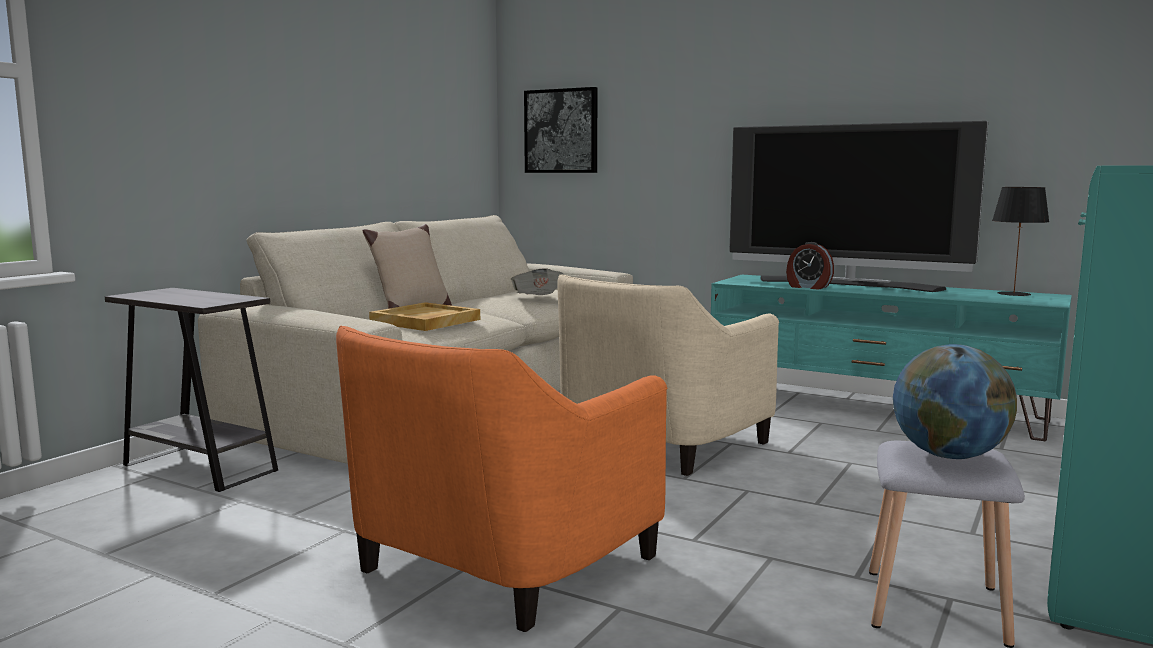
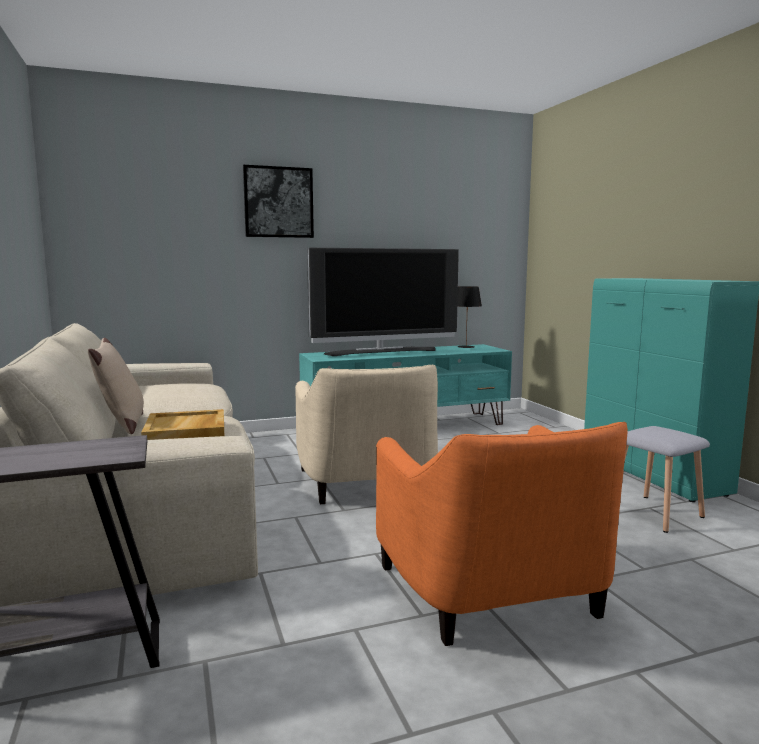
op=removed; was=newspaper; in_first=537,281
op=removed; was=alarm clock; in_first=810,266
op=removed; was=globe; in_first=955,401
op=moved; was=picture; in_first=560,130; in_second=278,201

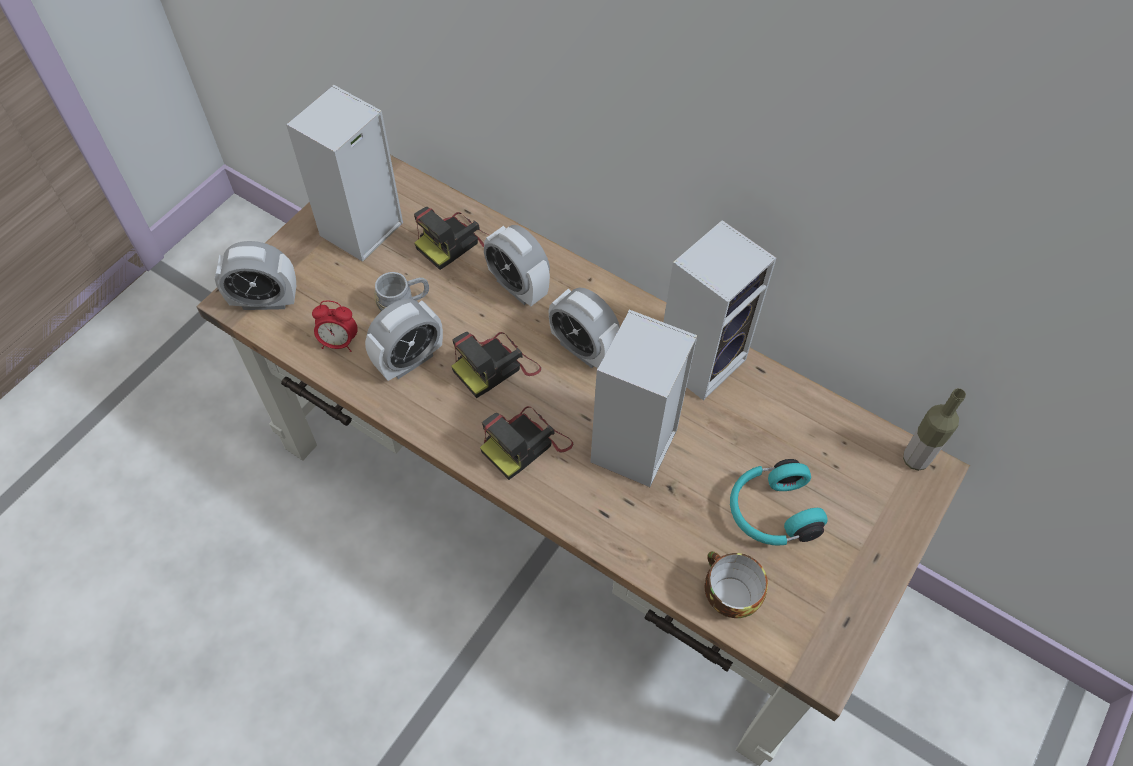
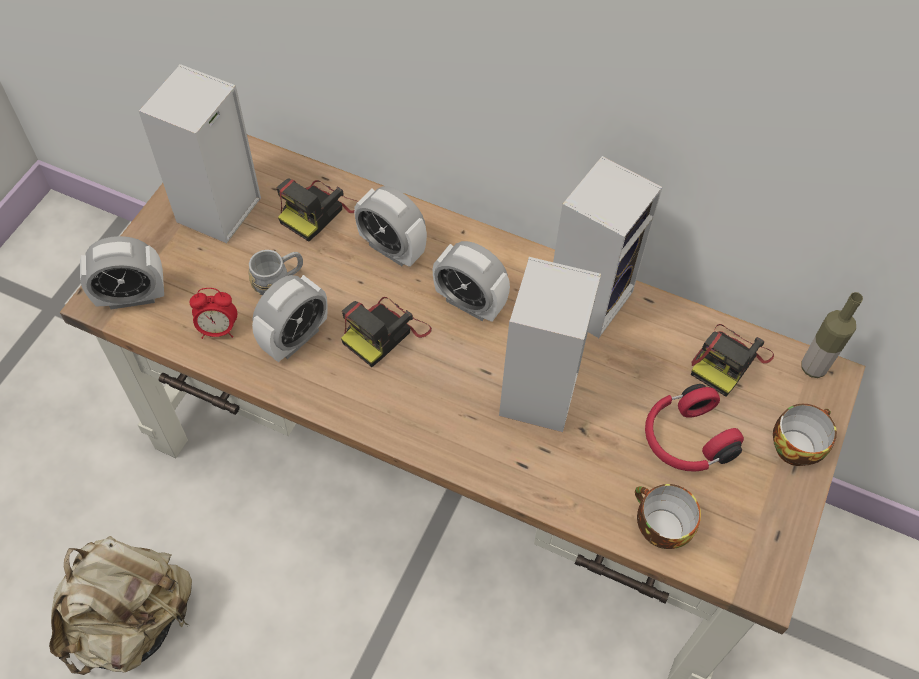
op=added; now=beige backpack; in_second=120,605
op=added; now=cup; in_second=805,435
op=moved; was=photo camera; in_first=526,443; in_second=732,360
op=recoloured; was=turquoise headphones; now=red headphones; in_first=779,502; in_second=694,428

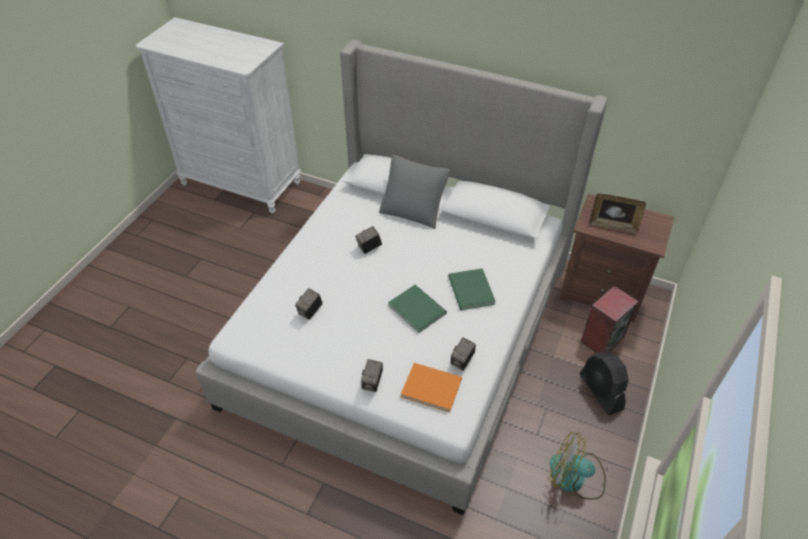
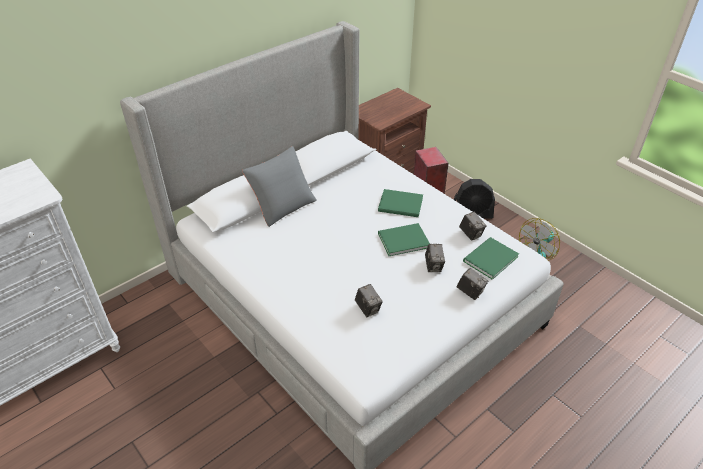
op=removed; was=picture frame; in_first=617,214
op=moved; was=photo camera; in_first=369,240; in_second=435,258
op=recoloured; was=orange book; now=green book; in_first=431,387; in_second=491,258

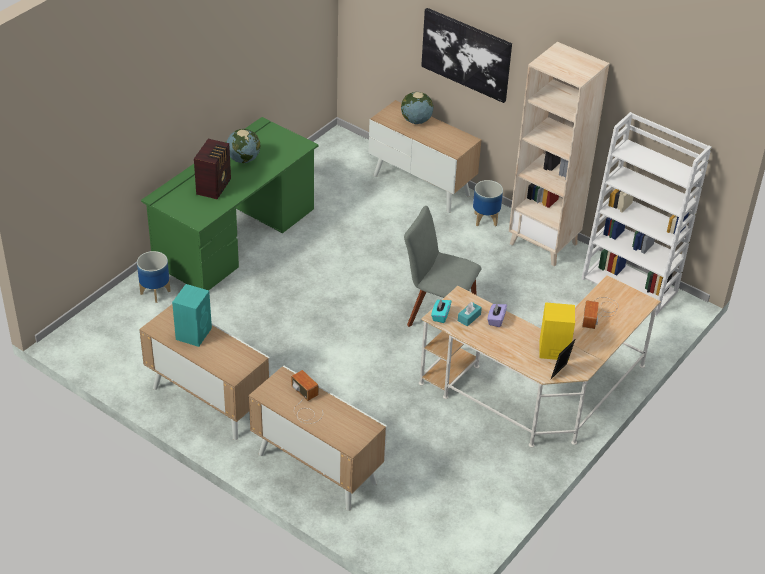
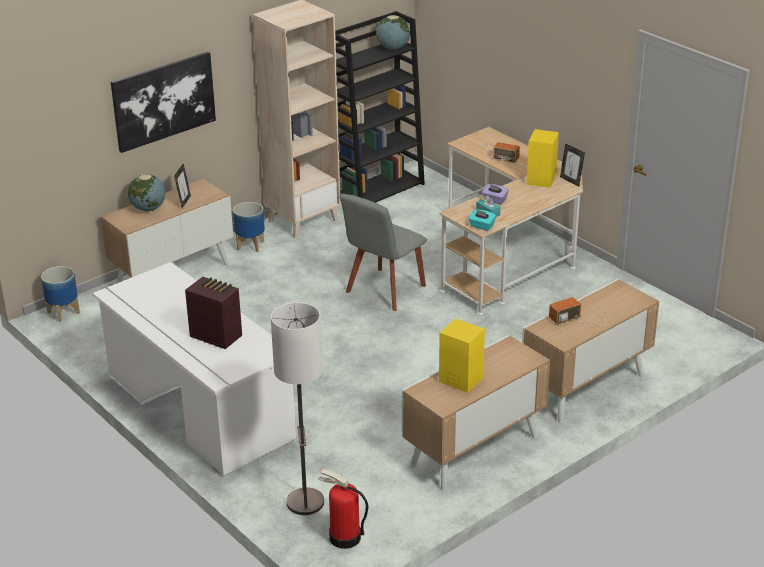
op=added; now=picture frame; in_second=182,185
op=added; now=floor lamp; in_second=297,408
op=added; now=fire extinguisher; in_second=343,509
op=moved; was=planter; in_first=154,277; in_second=60,294
op=moved; was=globe; in_first=243,146; in_second=393,32
op=recoloured; was=green desk; now=white desk; in_first=229,203; in_second=194,369
op=recoloured; was=turquoise speaker; now=yellow speaker; in_first=192,315; in_second=462,356
op=recoloured; was=white bookcase; now=black bookcase; in_first=646,214; in_second=380,107

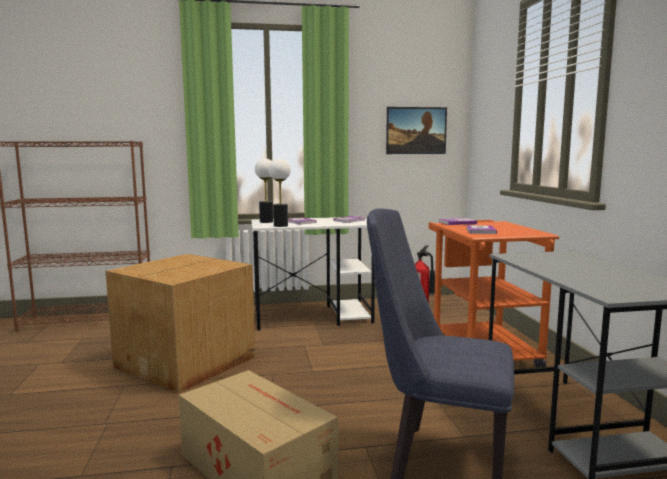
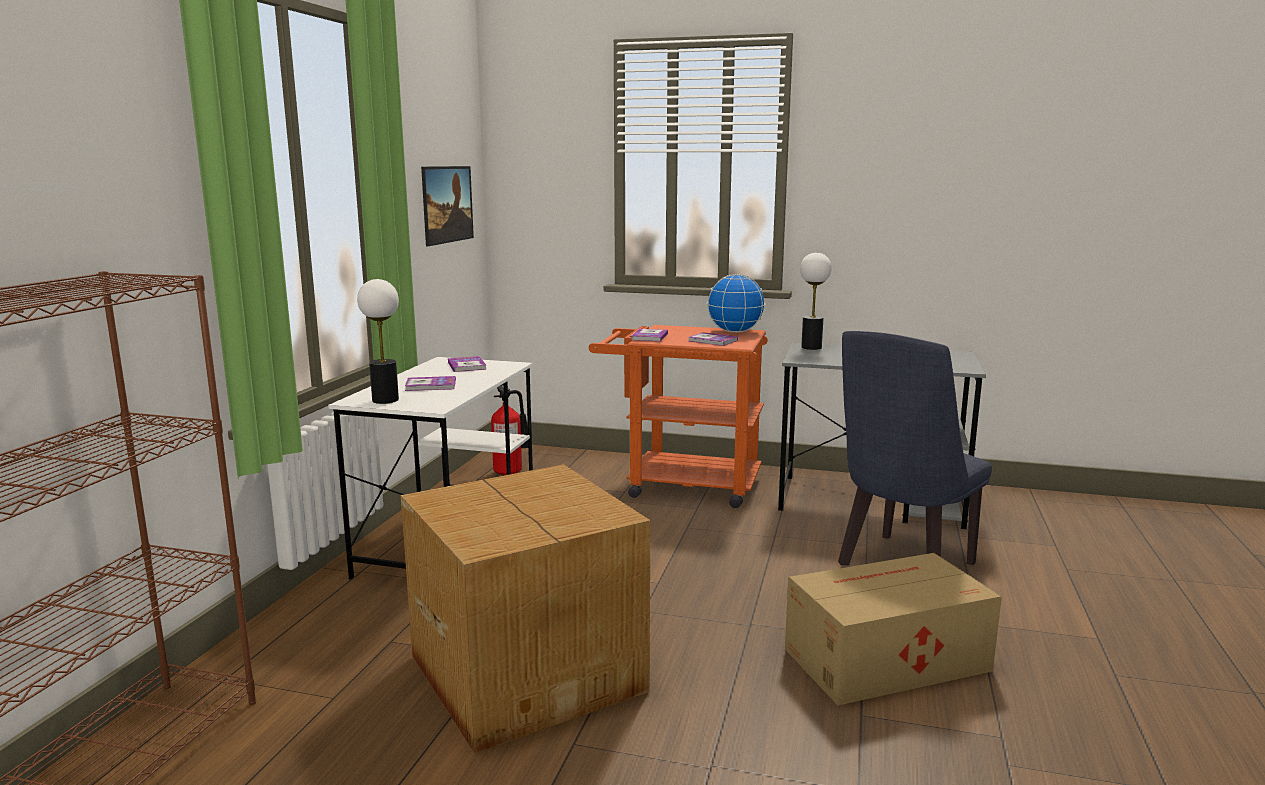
op=added; now=globe; in_second=736,303
op=moved; was=table lamp; in_first=280,193; in_second=816,301

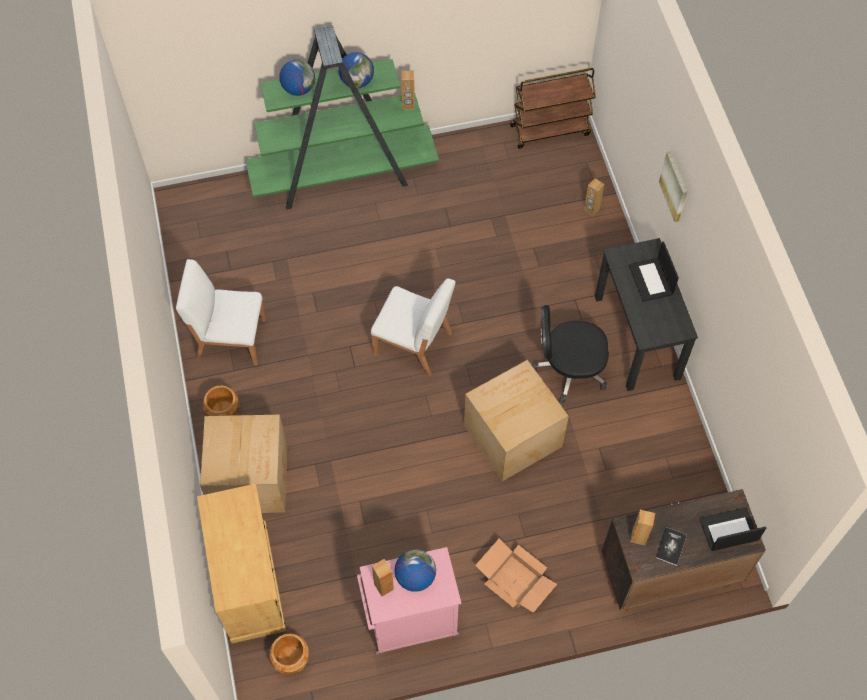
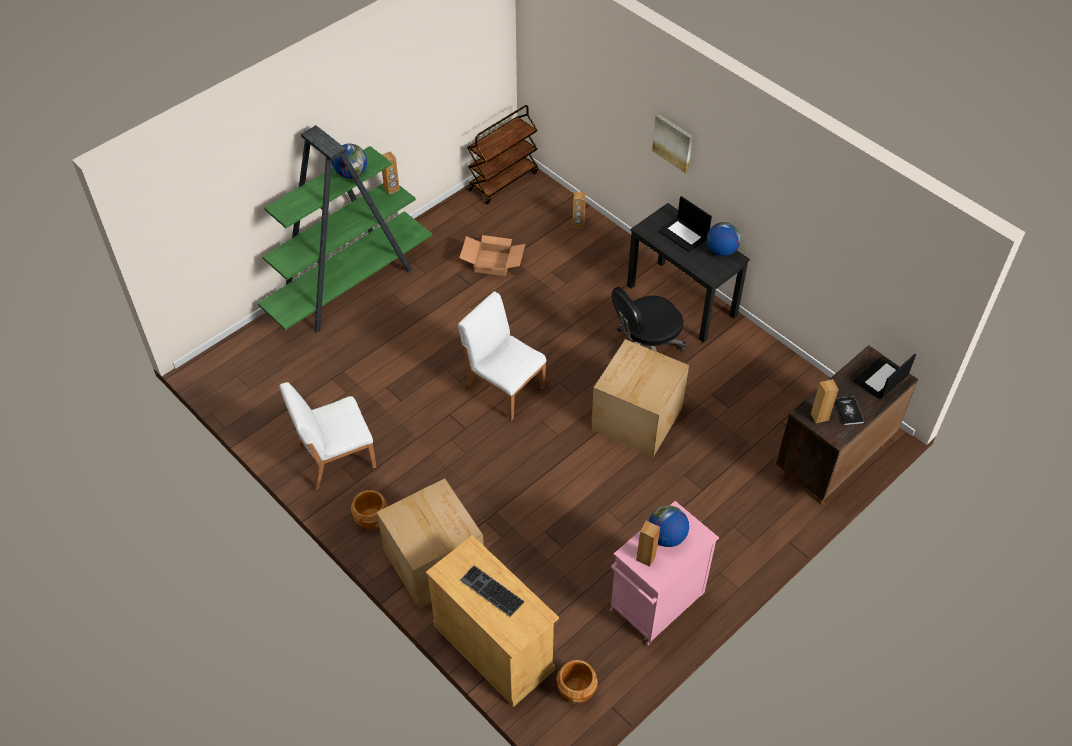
op=added; now=keyboard; in_second=492,591
op=moved; was=globe; in_first=297,77; in_second=724,239
op=moved; was=cardboard box; in_first=516,575; in_second=492,255
op=turned; was=white chair; in_first=413,327; in_second=502,356; clockwise=-135

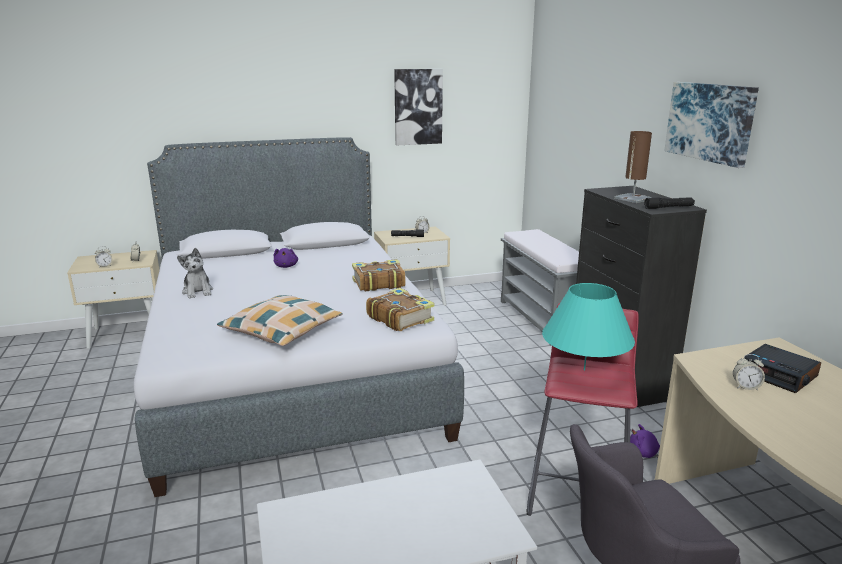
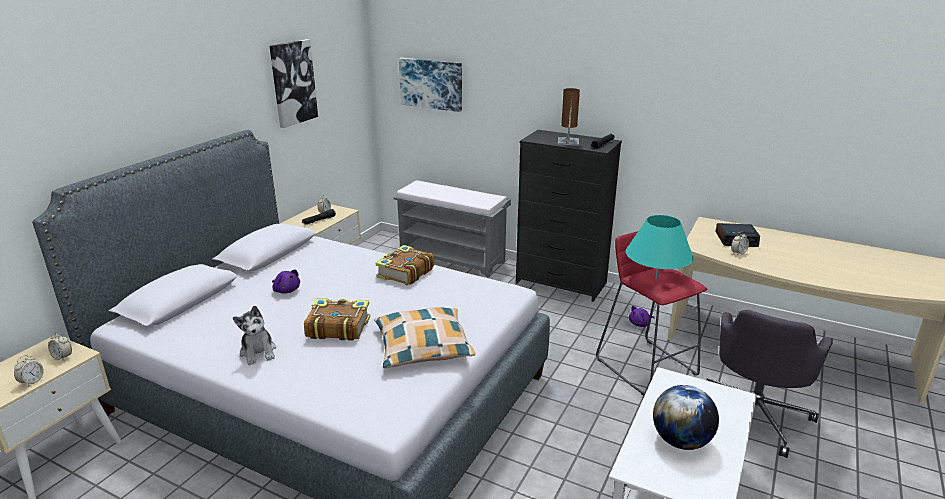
op=added; now=globe; in_second=686,417
op=moved; was=book; in_first=400,309; in_second=337,319
op=moved; was=picture; in_first=711,125; in_second=430,85
op=turned; was=plush toy; in_first=195,273; in_second=254,335; clockwise=45

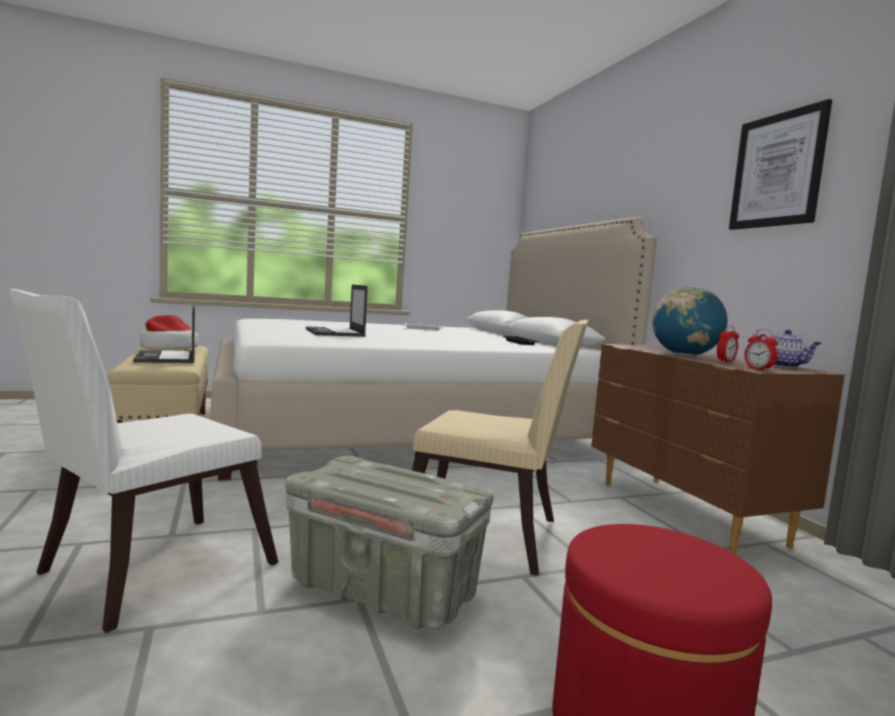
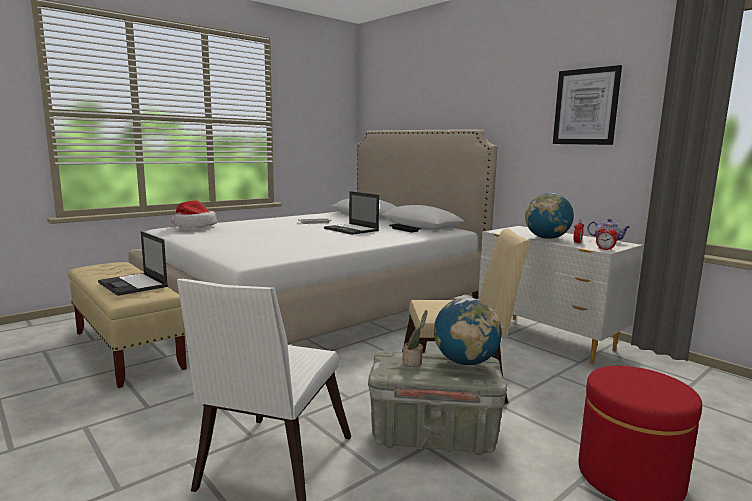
op=added; now=potted plant; in_second=415,338
op=added; now=globe; in_second=468,331
op=moved; was=hat; in_first=168,332; in_second=194,214
op=moved; was=laptop; in_first=337,311; in_second=351,213
op=recoloured; was=brown dresser; now=white dresser; in_first=718,449; in_second=560,295

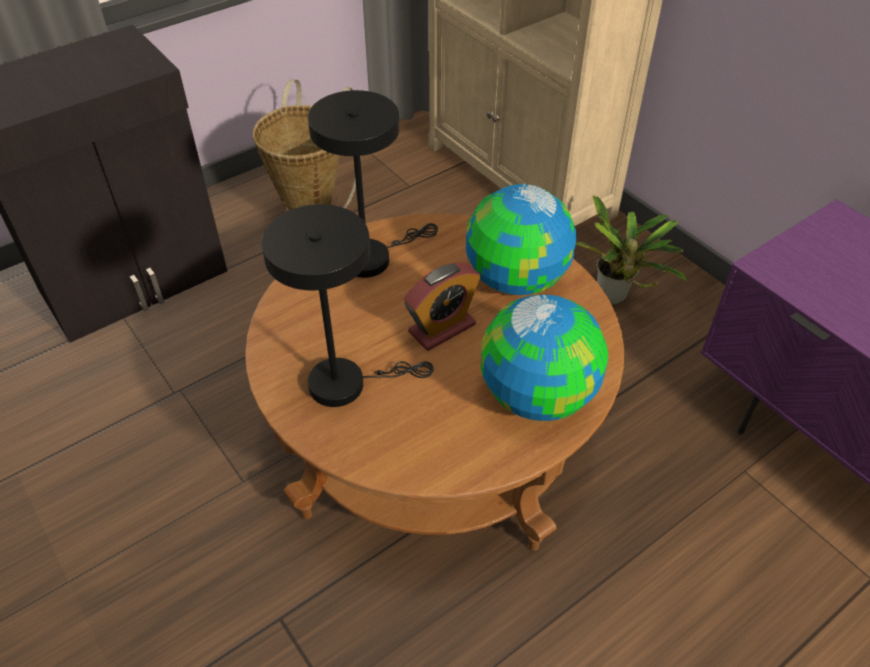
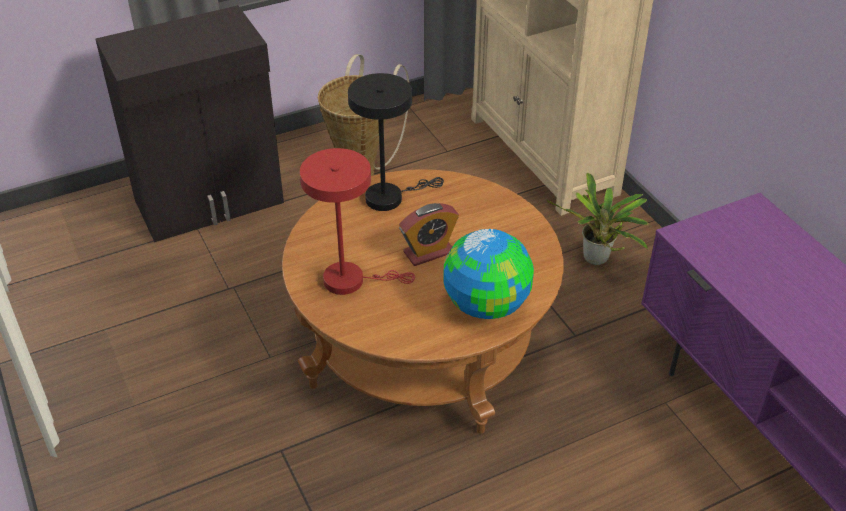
op=removed; was=globe; in_first=521,239
op=recoloured; was=black table lamp; now=red table lamp; in_first=347,305; in_second=357,221

